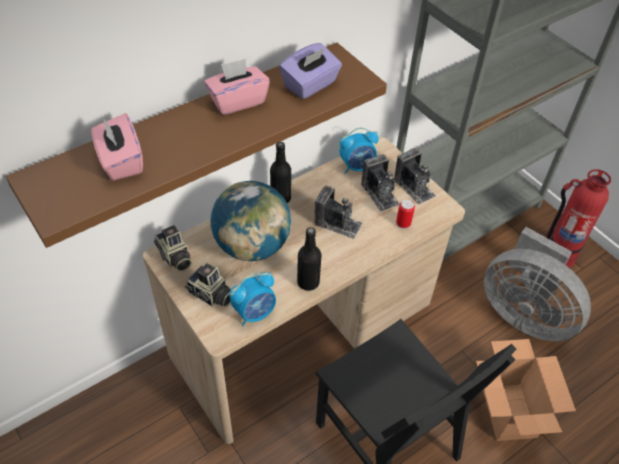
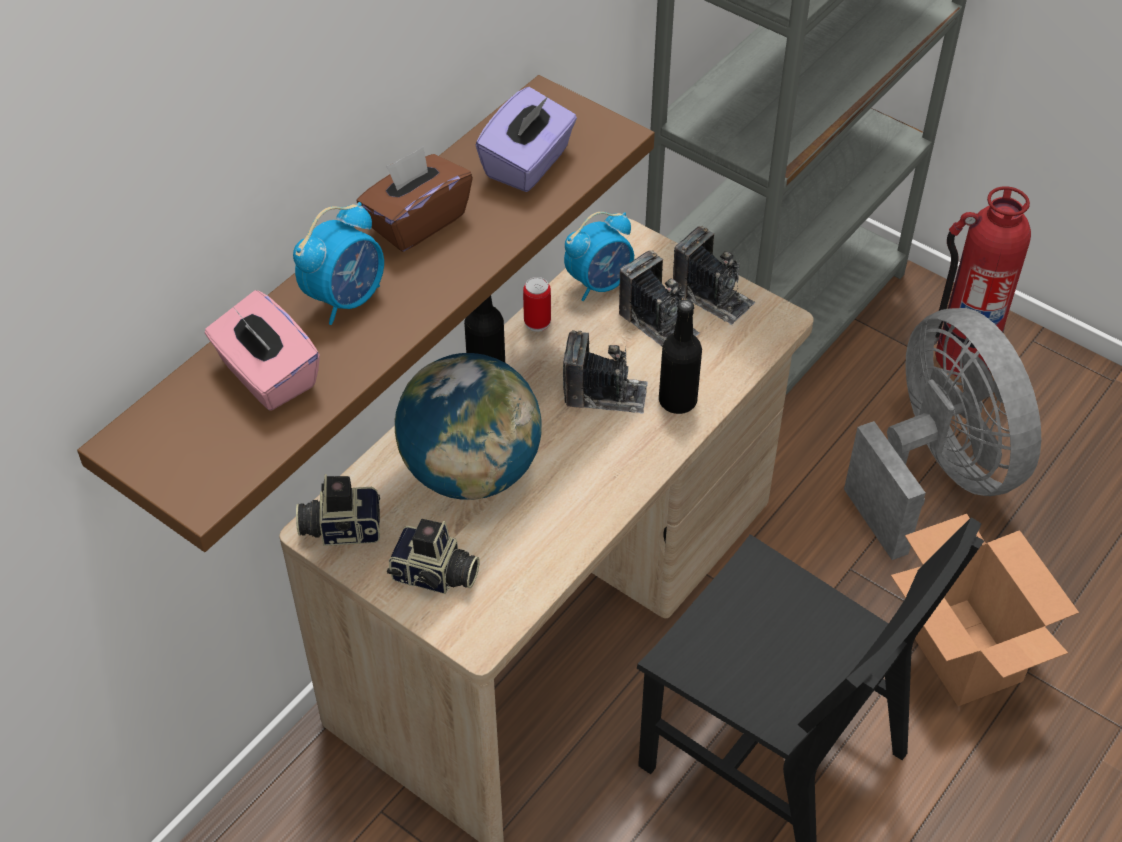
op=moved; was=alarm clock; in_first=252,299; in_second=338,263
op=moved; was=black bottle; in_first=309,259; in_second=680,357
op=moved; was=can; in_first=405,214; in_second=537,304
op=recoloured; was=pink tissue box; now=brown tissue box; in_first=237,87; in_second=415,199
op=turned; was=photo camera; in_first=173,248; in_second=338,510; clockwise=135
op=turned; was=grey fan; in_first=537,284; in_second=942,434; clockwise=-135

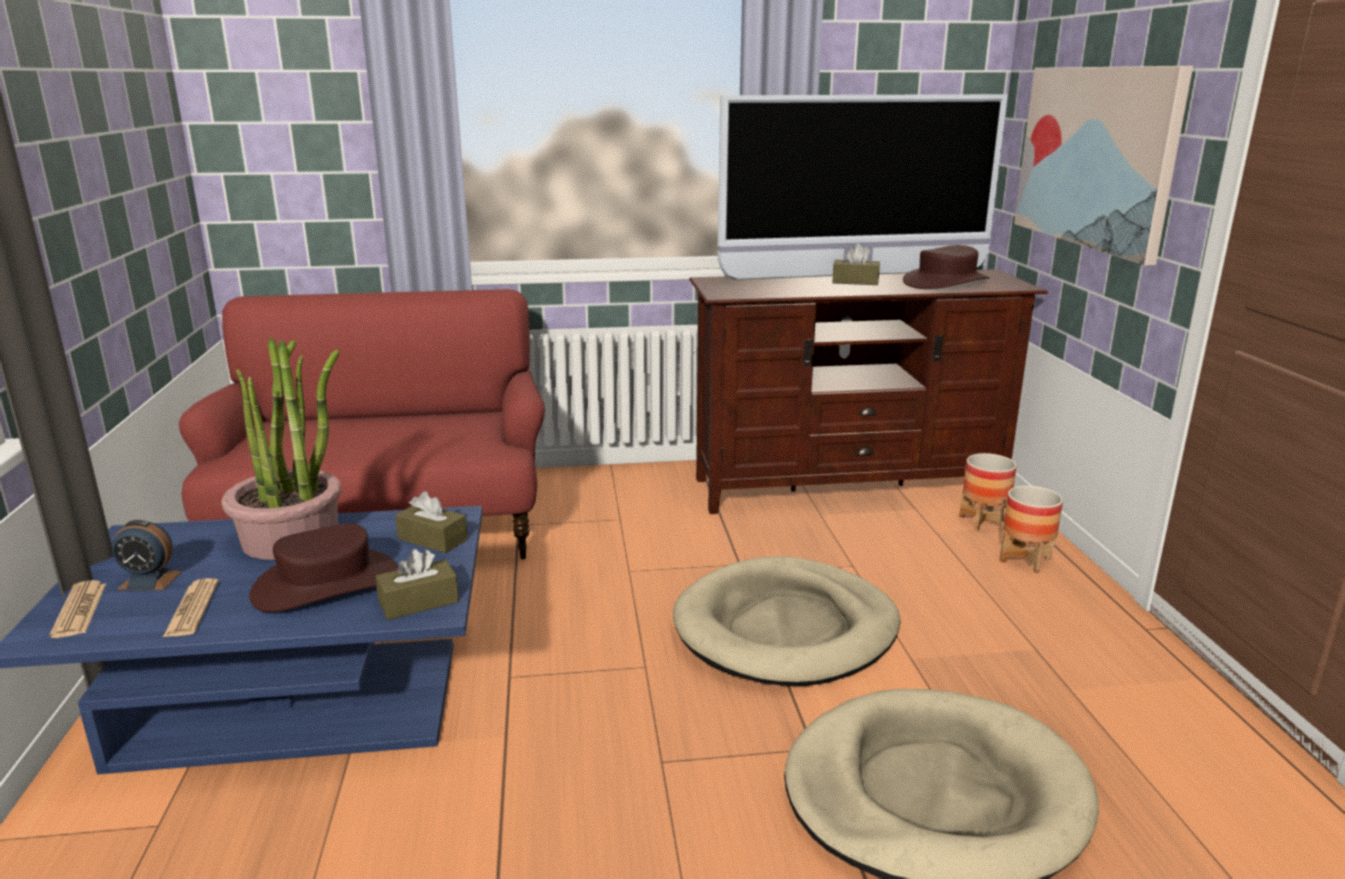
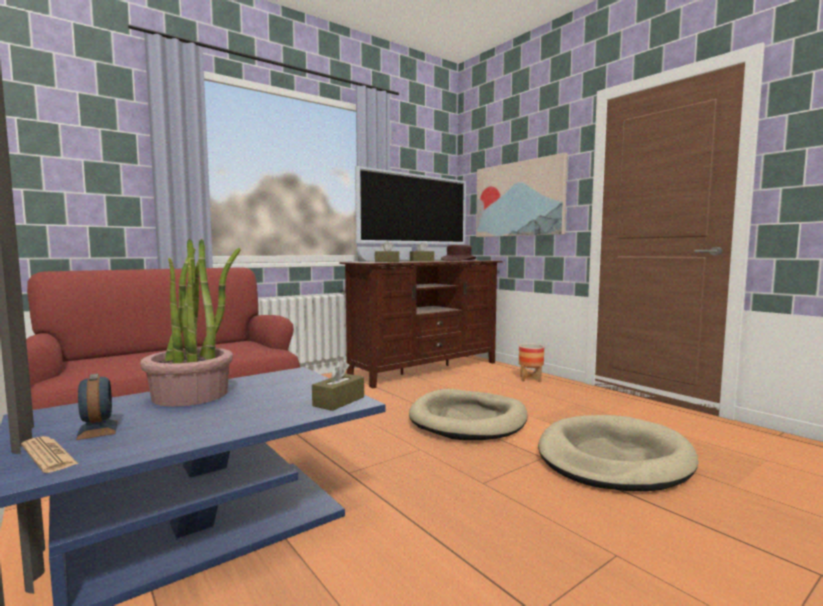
op=removed; was=newspaper; in_first=190,608
op=removed; was=brown hat; in_first=324,567
op=removed; was=planter; in_first=988,492
op=moved; was=brown tissue box; in_first=431,522; in_second=387,251
op=turned; was=alarm clock; in_first=147,555; in_second=97,407; clockwise=-90

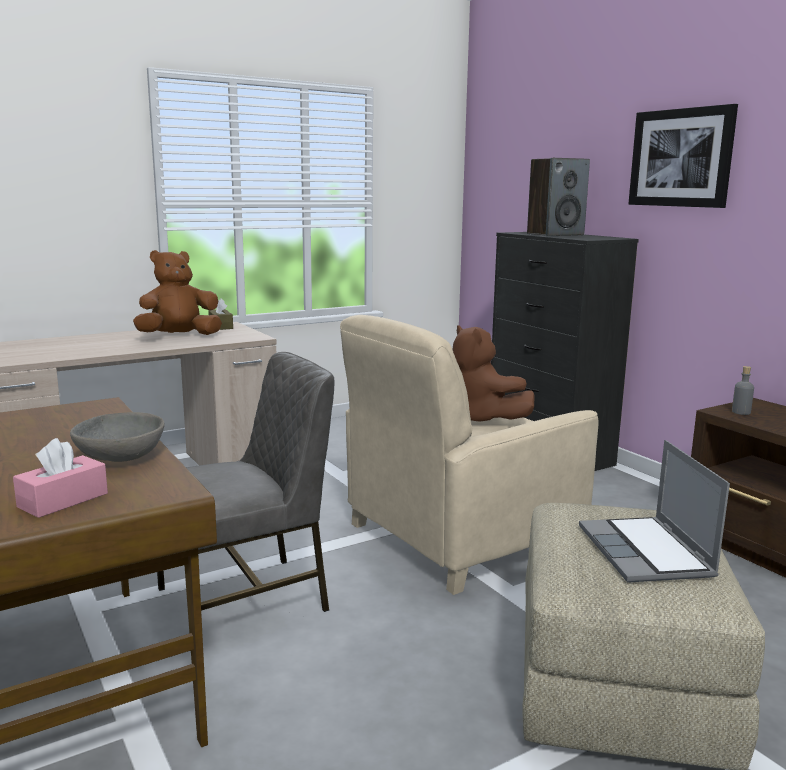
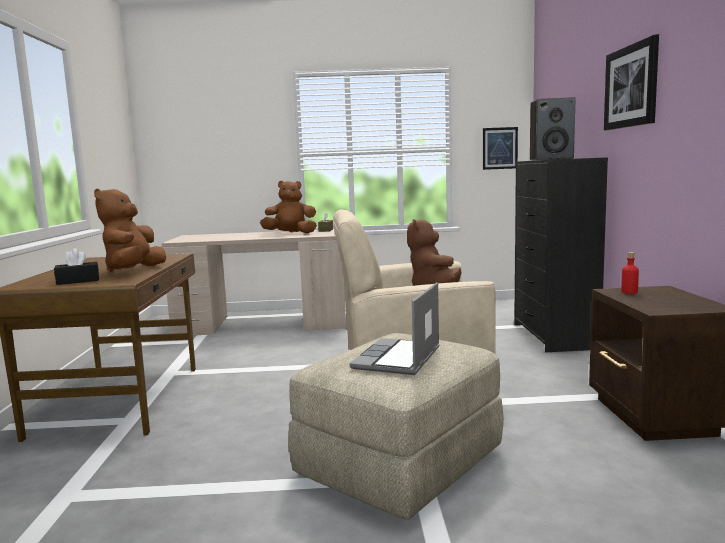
op=removed; was=grey chair; in_first=246,482
op=added; now=picture; in_second=500,148
op=replaced; was=grey bowl; now=brown plush toy; in_first=117,437; in_second=130,230
op=recoloured; was=pink tissue box; now=black tissue box; in_first=60,478; in_second=76,266
op=recoloured; was=grey bottle; now=red bottle; in_first=743,390; in_second=630,273

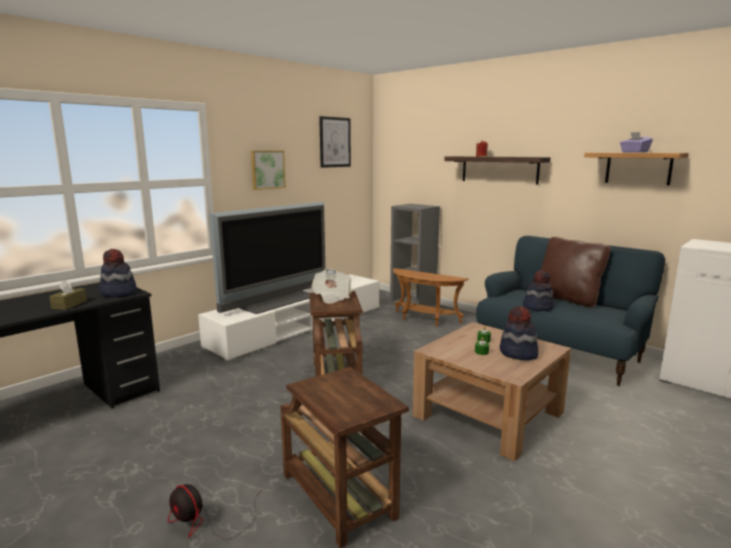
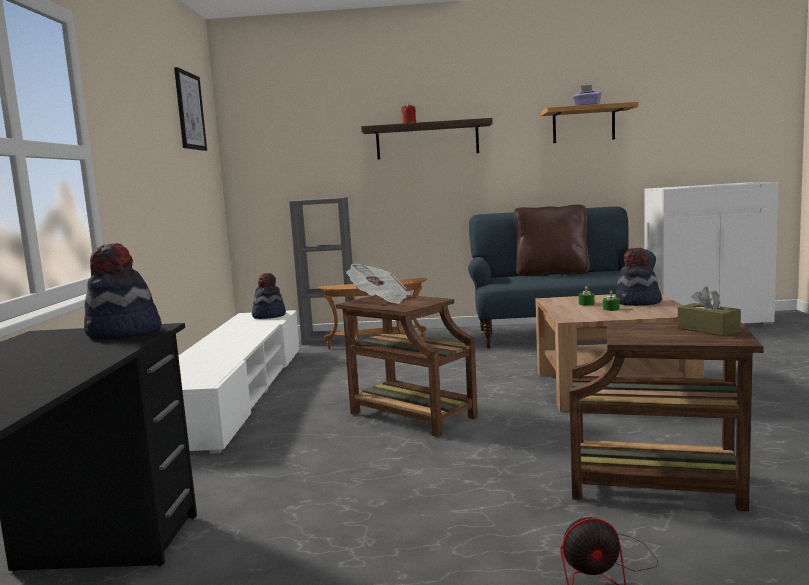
op=removed; was=television; in_first=267,258
op=removed; was=picture; in_first=268,170
op=moved; was=brown tissue box; in_first=68,295; in_second=709,311
op=moved; was=hat; in_first=538,290; in_second=269,296

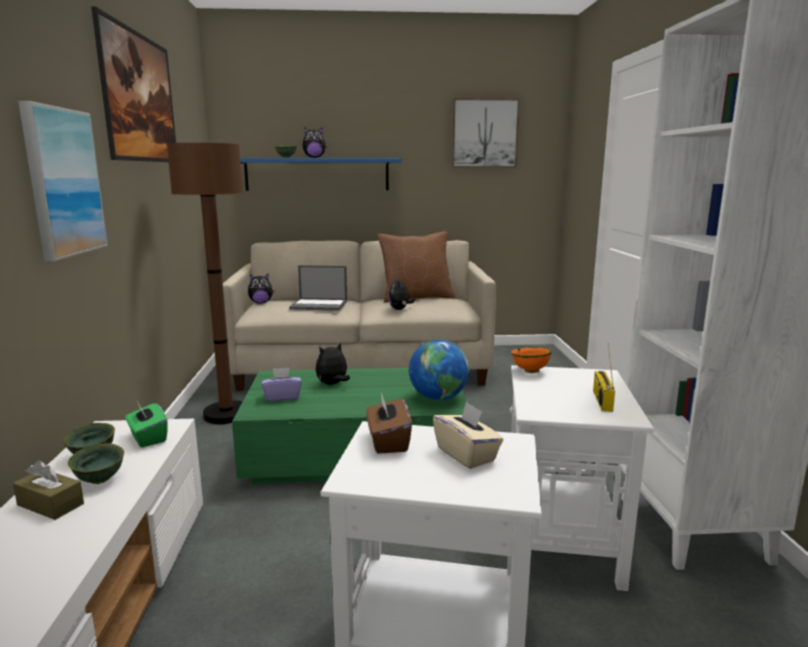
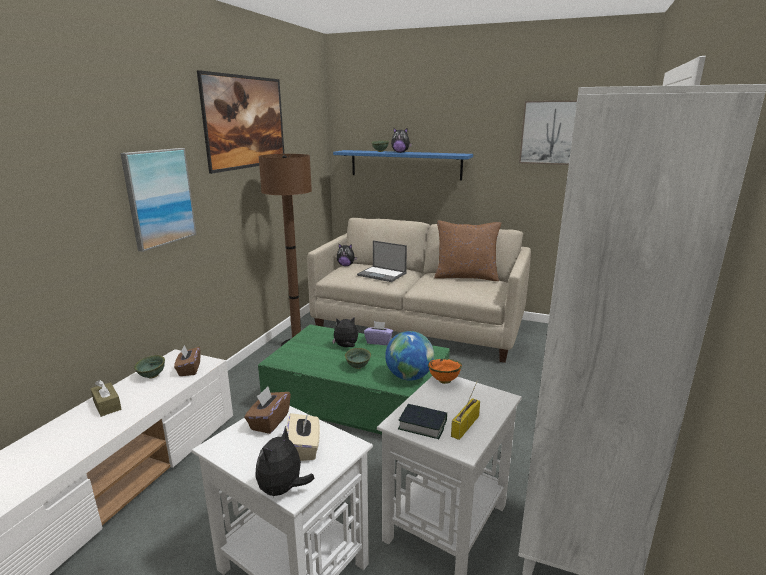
op=added; now=book; in_second=422,421
op=moved; was=green bowl; in_first=96,463; in_second=358,358
op=moved; was=purple tissue box; in_first=282,385; in_second=378,333
op=moved; was=plush toy; in_first=401,294; in_second=285,461
op=recoloured; was=green tissue box; now=brown tissue box; in_first=146,424; in_second=187,360

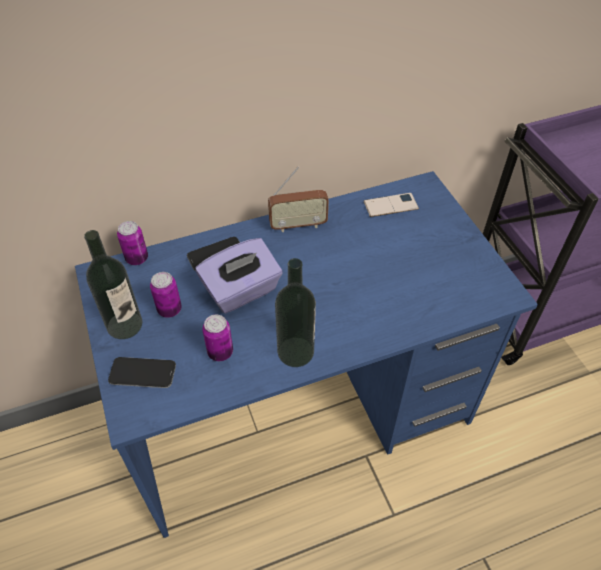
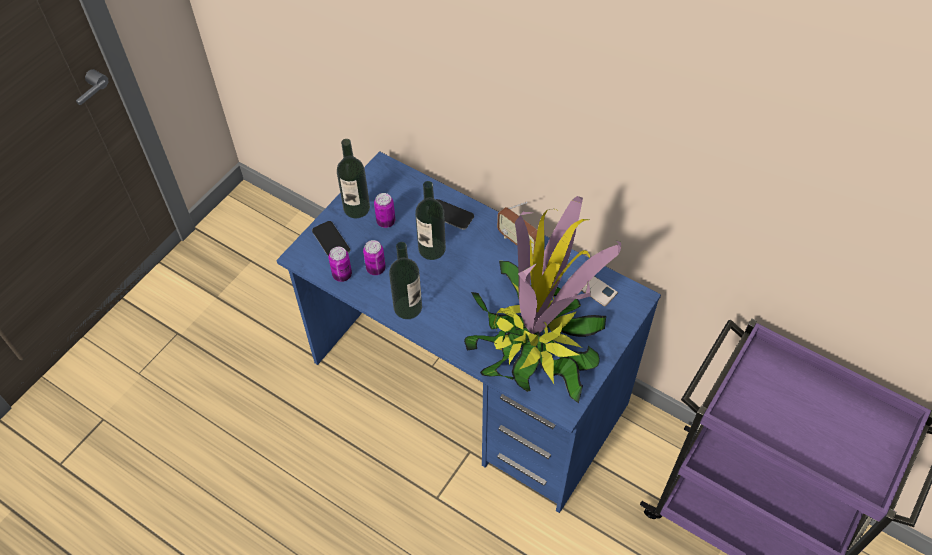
op=added; now=potted plant; in_second=542,299
op=moved; was=can; in_first=132,243; in_second=340,264
op=replaced; was=purple tissue box; now=bottle; in_first=239,275; in_second=430,220

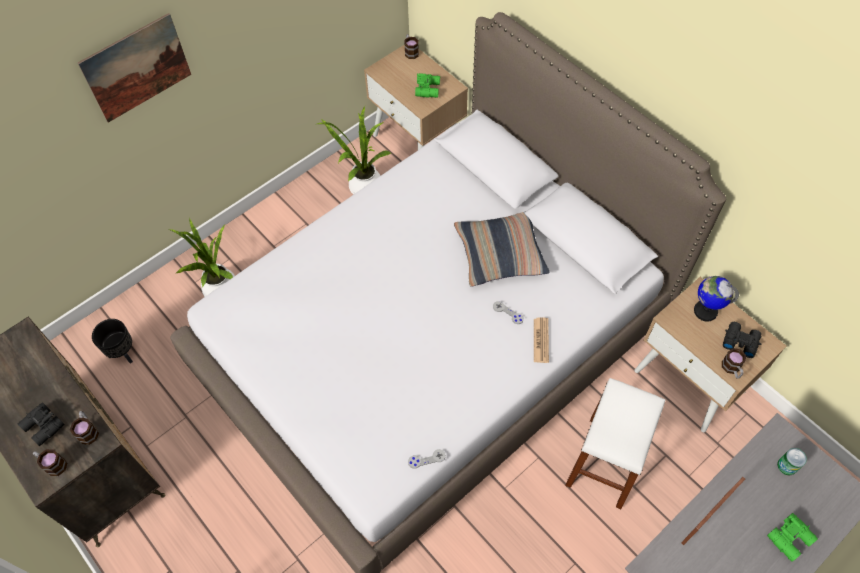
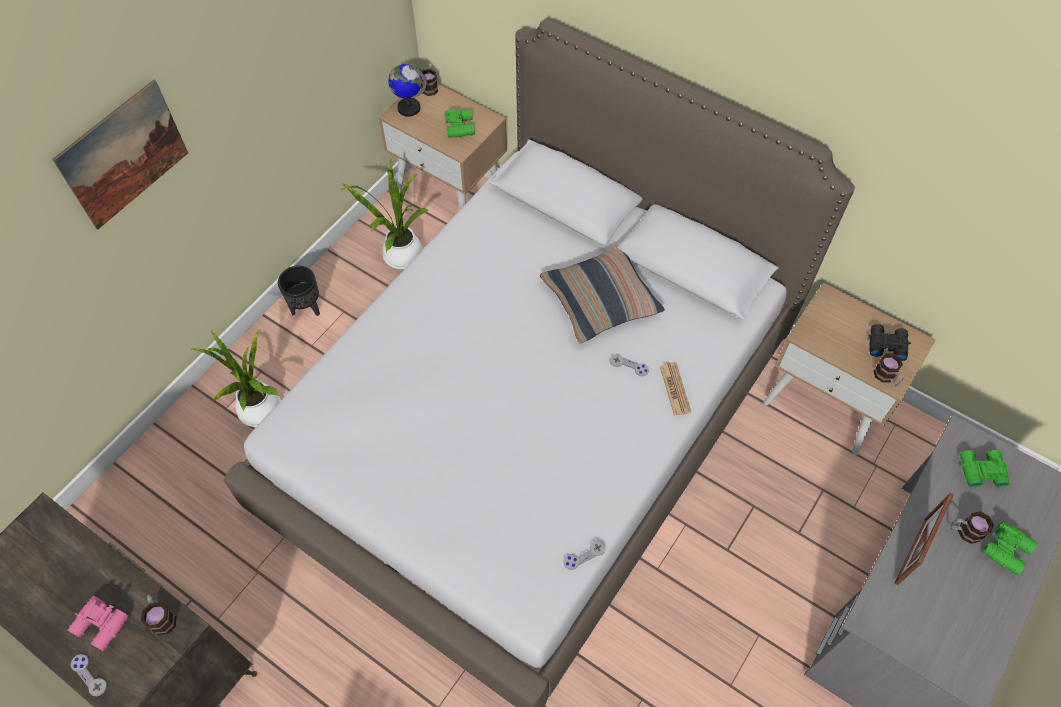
op=removed; was=white stool; in_first=615,443
op=added; now=grey game controller; in_second=89,675
op=moved; was=mug; in_first=50,462; in_second=972,527
op=moved; was=black planter; in_first=112,341; in_second=299,291
op=moved; was=globe; in_first=716,299; in_second=407,90
op=replaced; was=can; now=green binoculars; in_first=792,462; in_second=985,469
op=recoloured; was=black binoculars; now=pink binoculars; in_first=41,424; in_second=98,623

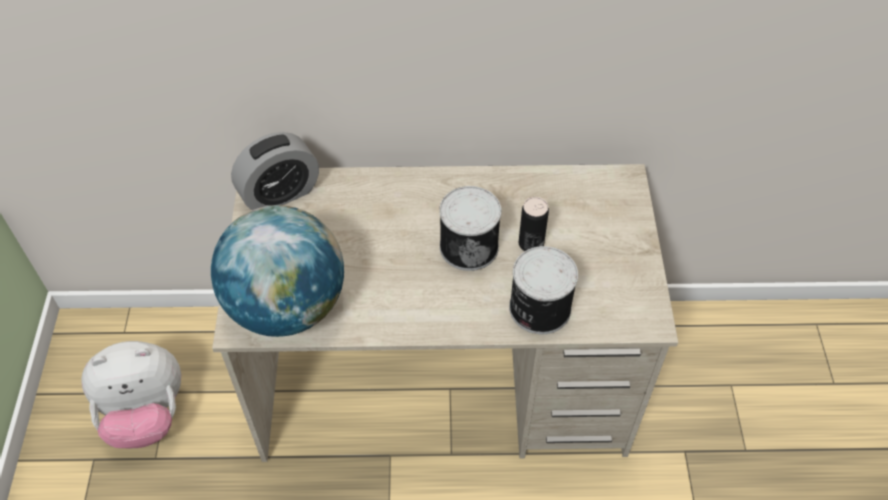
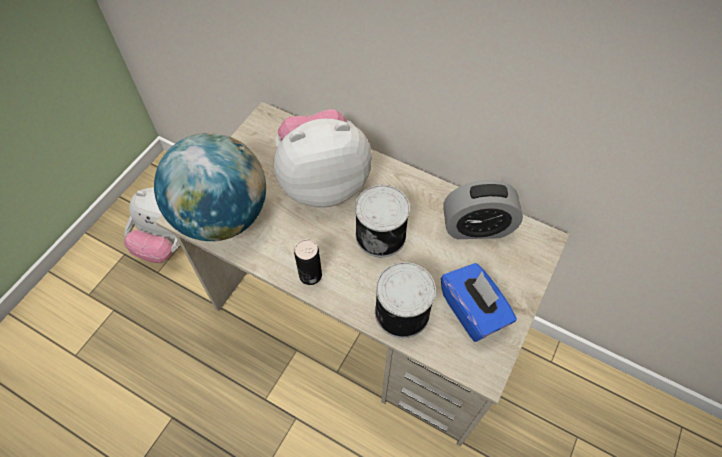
op=added; now=plush toy; in_second=322,158
op=added; now=blue tissue box; in_second=479,302
op=moved; was=alarm clock; in_first=275,171; in_second=483,209
op=moved; was=can; in_first=534,224; in_second=308,262

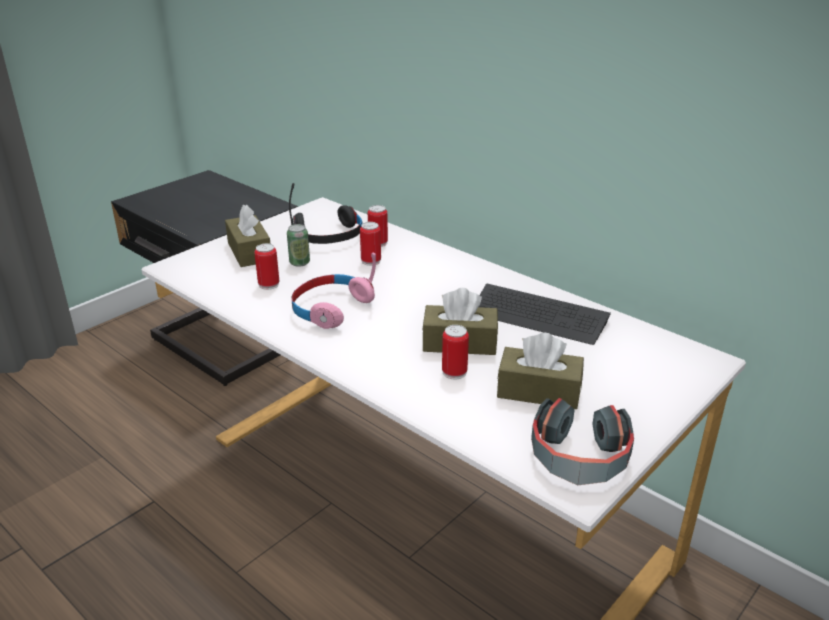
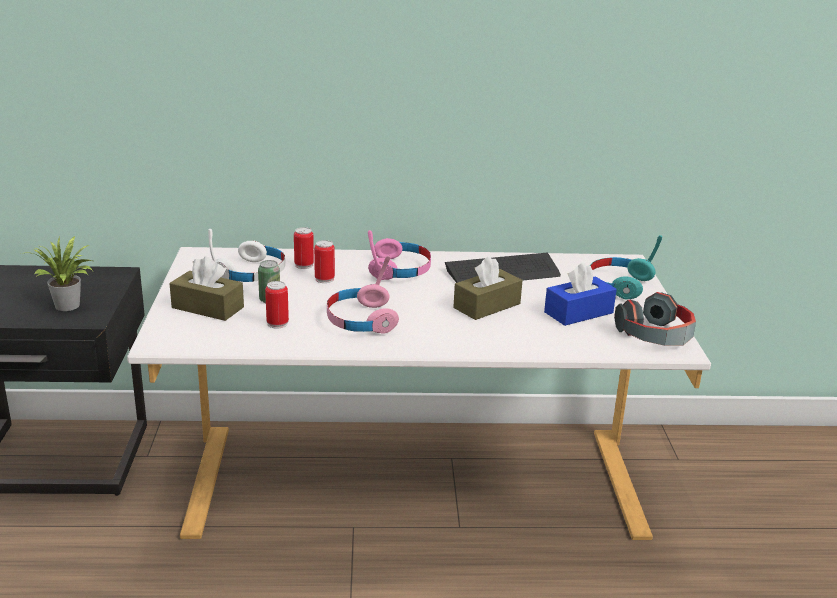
op=removed; was=can; in_first=455,352
op=added; now=potted plant; in_second=60,273
op=added; now=pink headphones; in_second=399,255
op=added; now=turquoise headphones; in_second=625,267
op=recoloured; was=black headphones; now=white headphones; in_first=326,213; in_second=246,255
op=recoloured; was=brown tissue box; now=blue tissue box; in_first=540,371; in_second=580,294

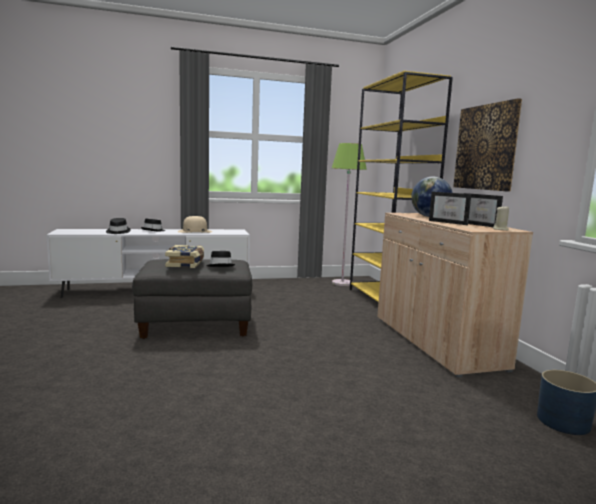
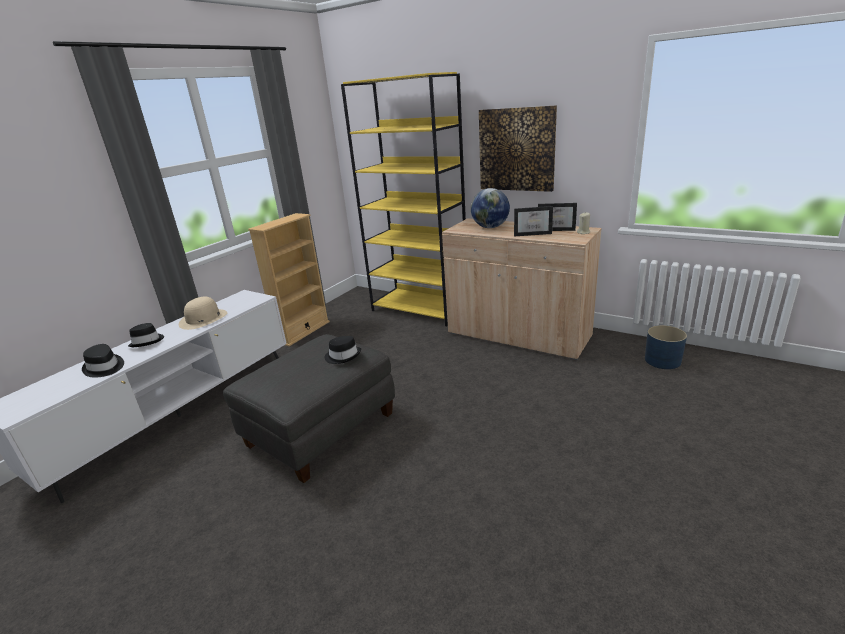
op=removed; was=book; in_first=184,256
op=removed; was=green floor lamp; in_first=349,214
op=added; now=beige bookcase; in_second=289,279

